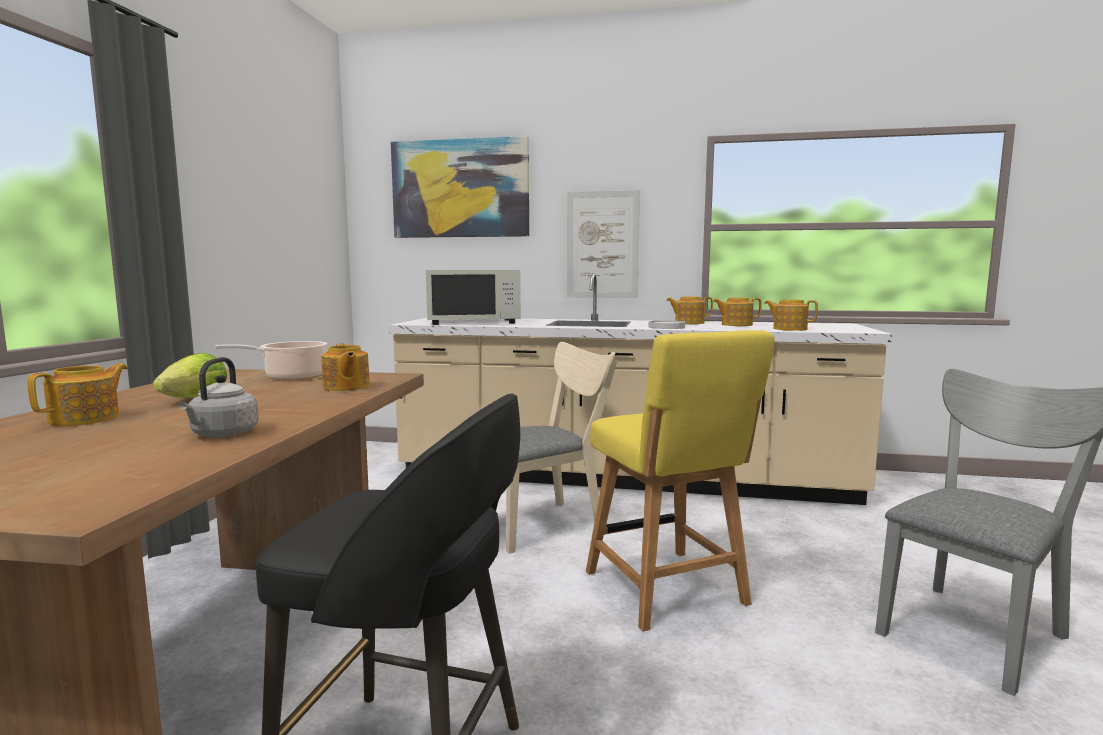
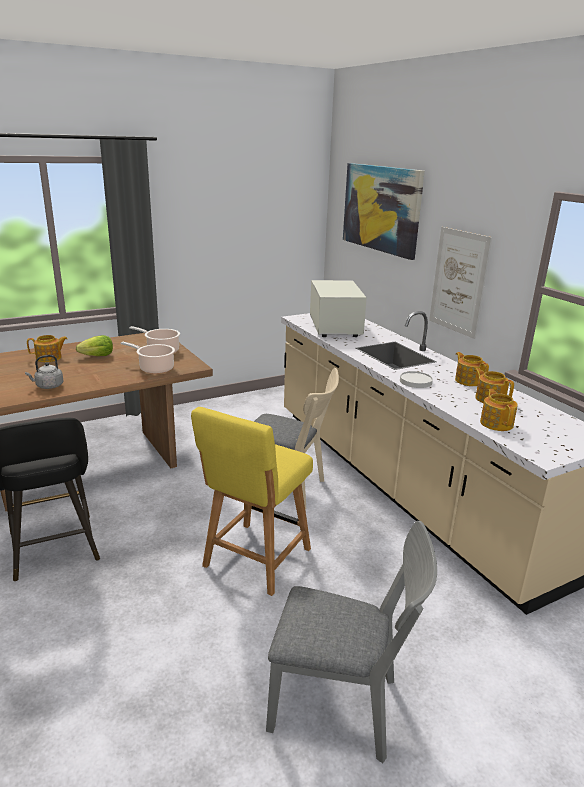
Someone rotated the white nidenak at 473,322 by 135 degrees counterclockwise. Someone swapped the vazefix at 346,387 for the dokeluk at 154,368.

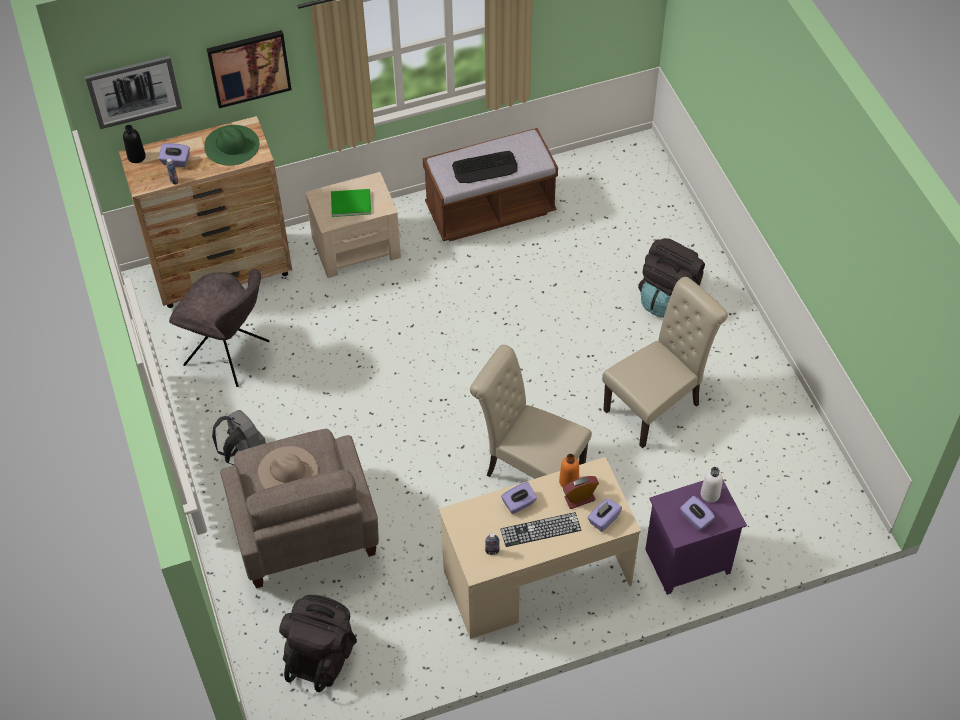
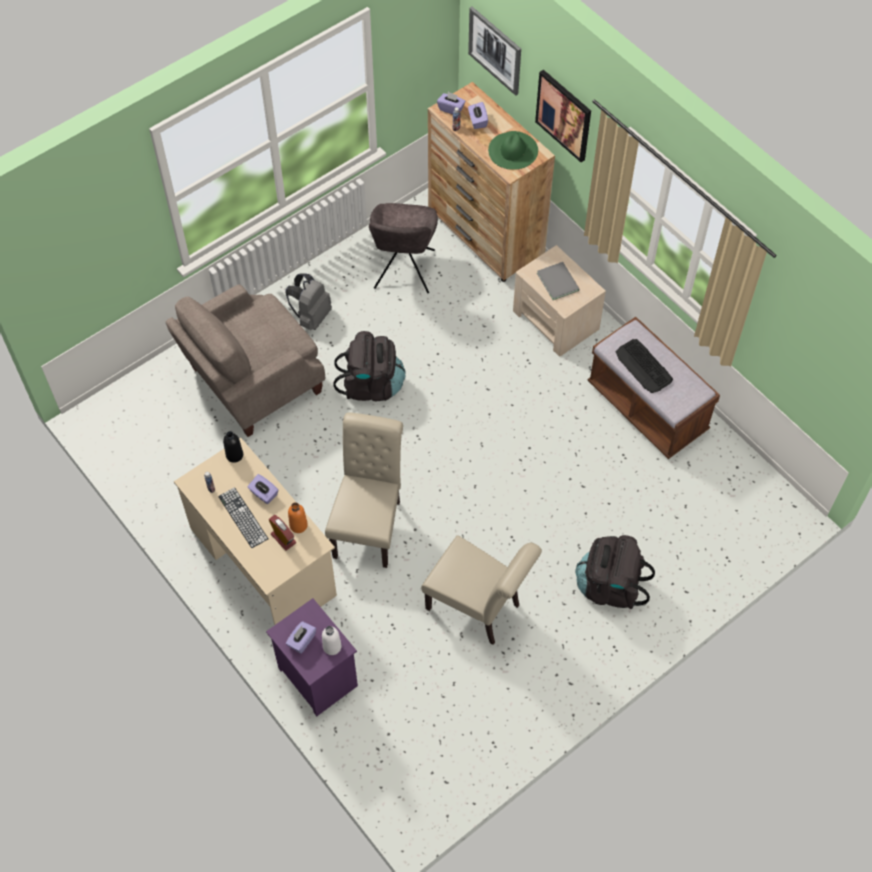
Someone carried the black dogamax from 136,157 to 234,455. Someone repainted the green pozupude at 349,203, which became the grey pozupude at 558,280. Someone took away the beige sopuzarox at 287,471. Someone carried the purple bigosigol from 603,519 to 451,109. Someone carried the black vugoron from 321,655 to 371,385.

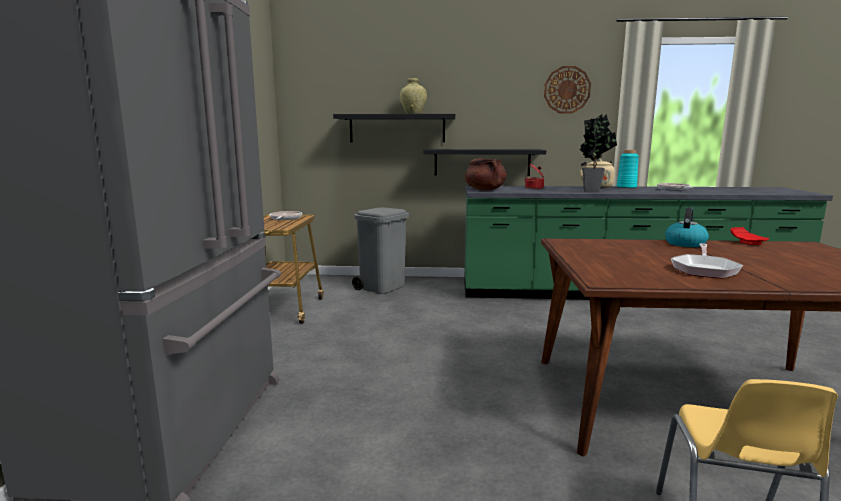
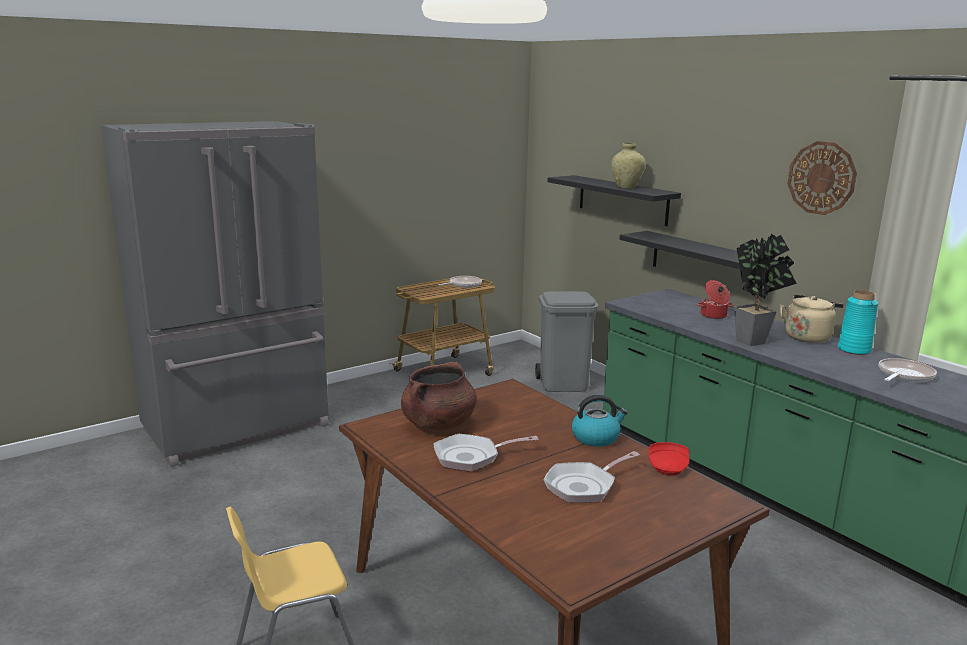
Someone carried the brown dokeluk from 485,190 to 438,424. Someone put down the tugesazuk at 584,486.

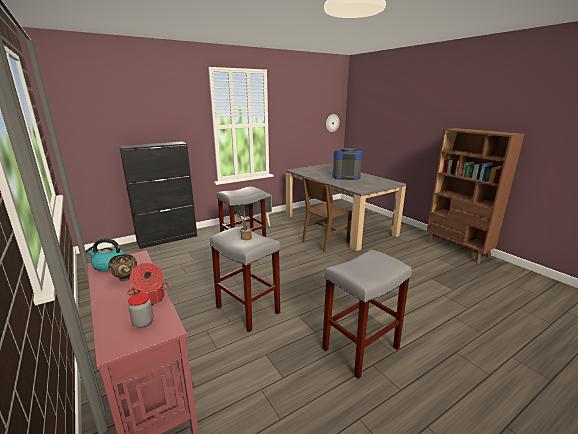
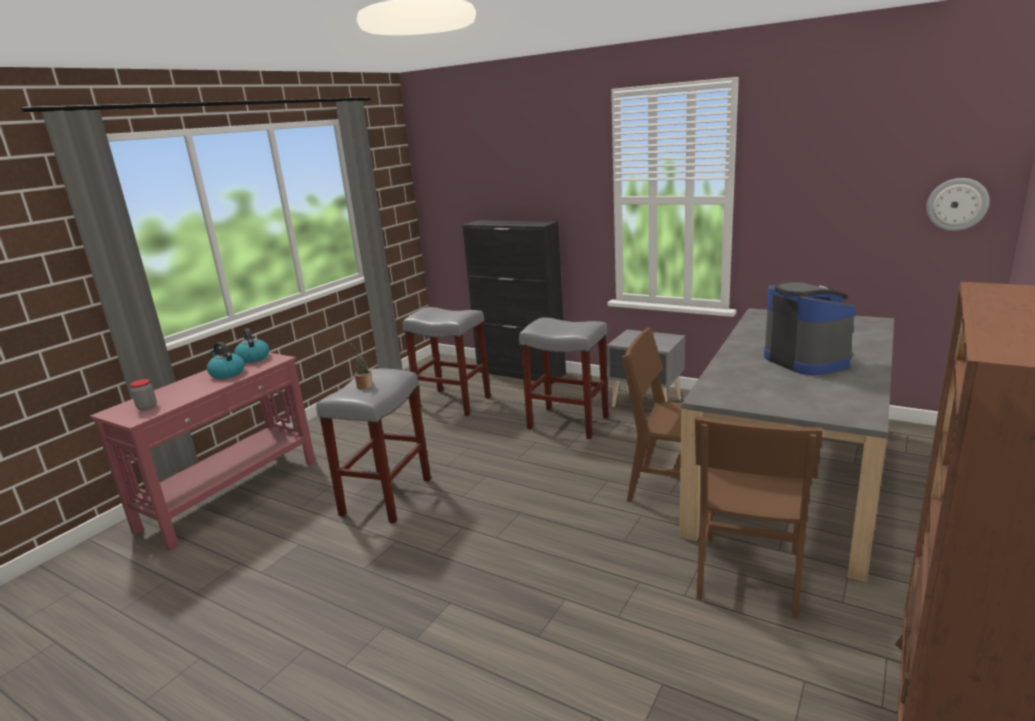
Someone carried the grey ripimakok from 360,349 to 452,402. Someone swapped the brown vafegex at 126,278 for the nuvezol at 227,373. Someone took away the dokeluk at 150,299. Someone put down the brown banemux at 748,573.

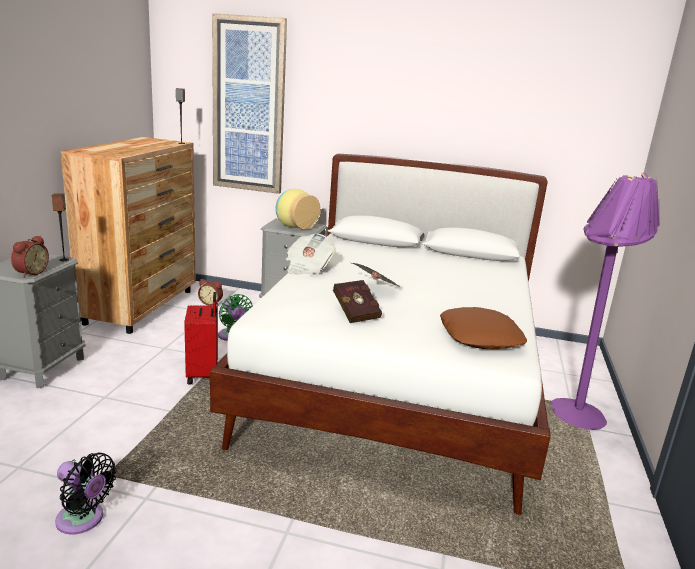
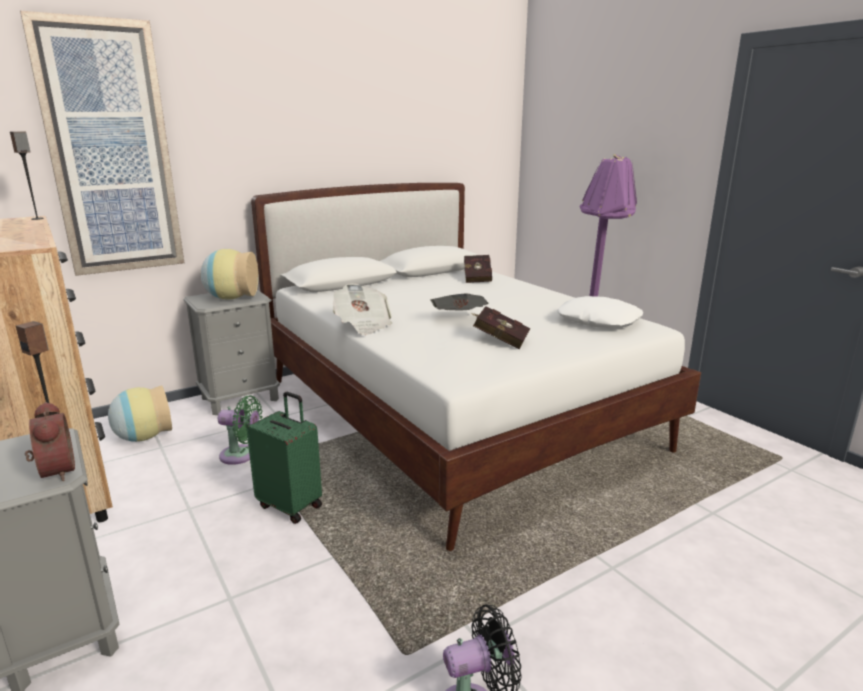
Someone swapped the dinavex at 211,303 for the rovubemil at 143,437. Someone repainted the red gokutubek at 203,375, which became the green gokutubek at 291,505. Someone repainted the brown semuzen at 480,337, which became the white semuzen at 599,321. Someone put down the red pozupude at 477,278.

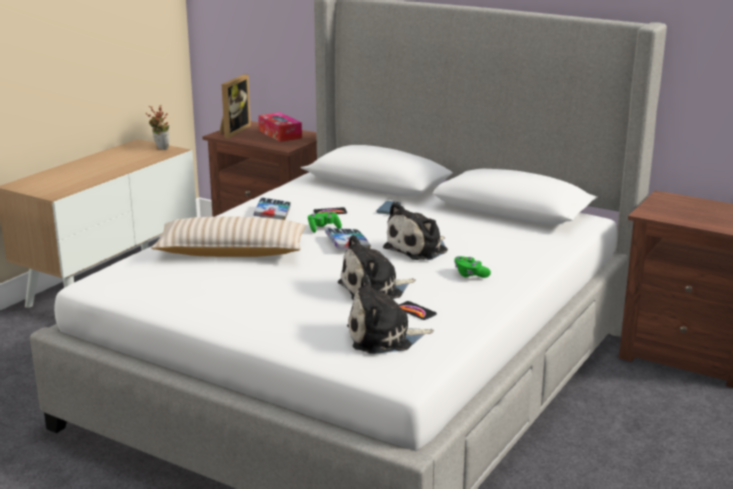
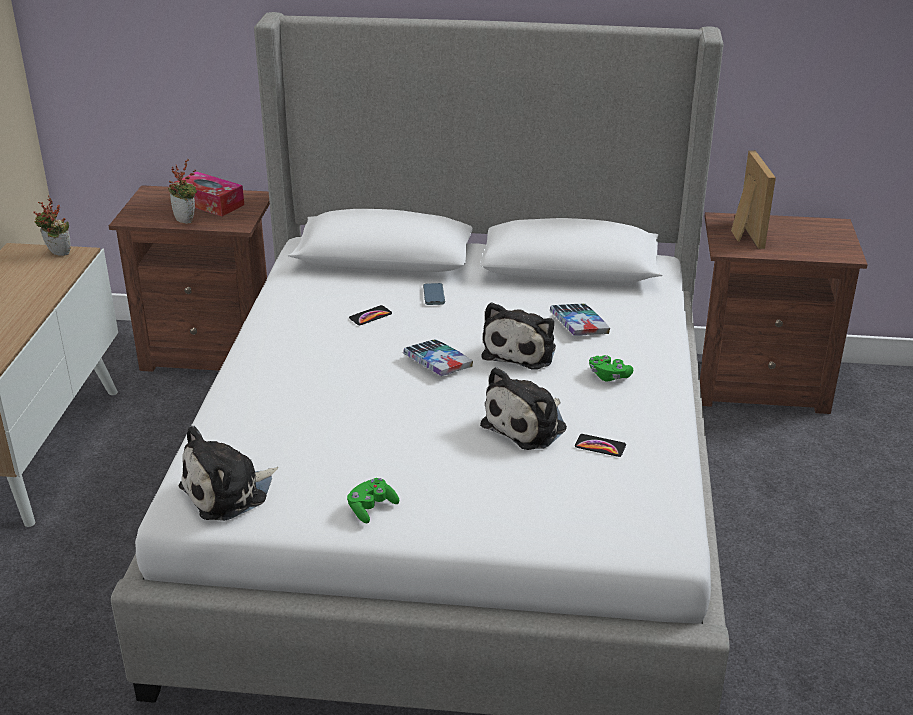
Someone carried the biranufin from 232,131 to 743,233. Someone carried the pozupude from 272,213 to 579,325. Someone carried the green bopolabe from 324,228 to 371,508. Someone took away the beige semuzen at 231,252. Someone carried the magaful from 384,338 to 229,492. Someone put down the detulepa at 187,220.

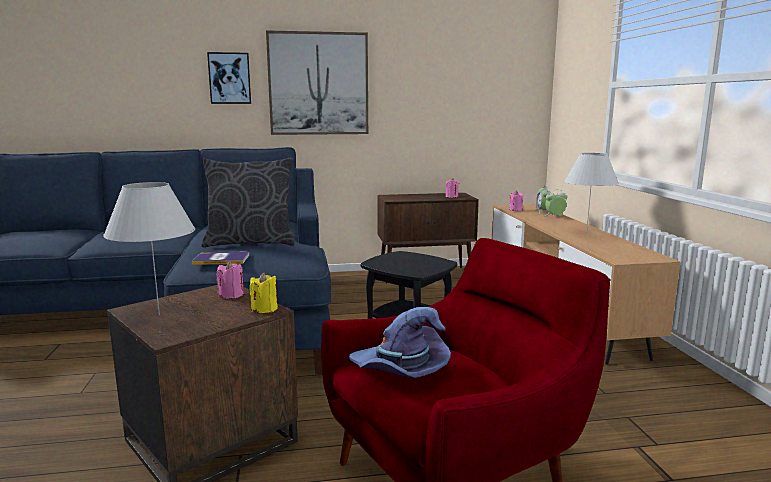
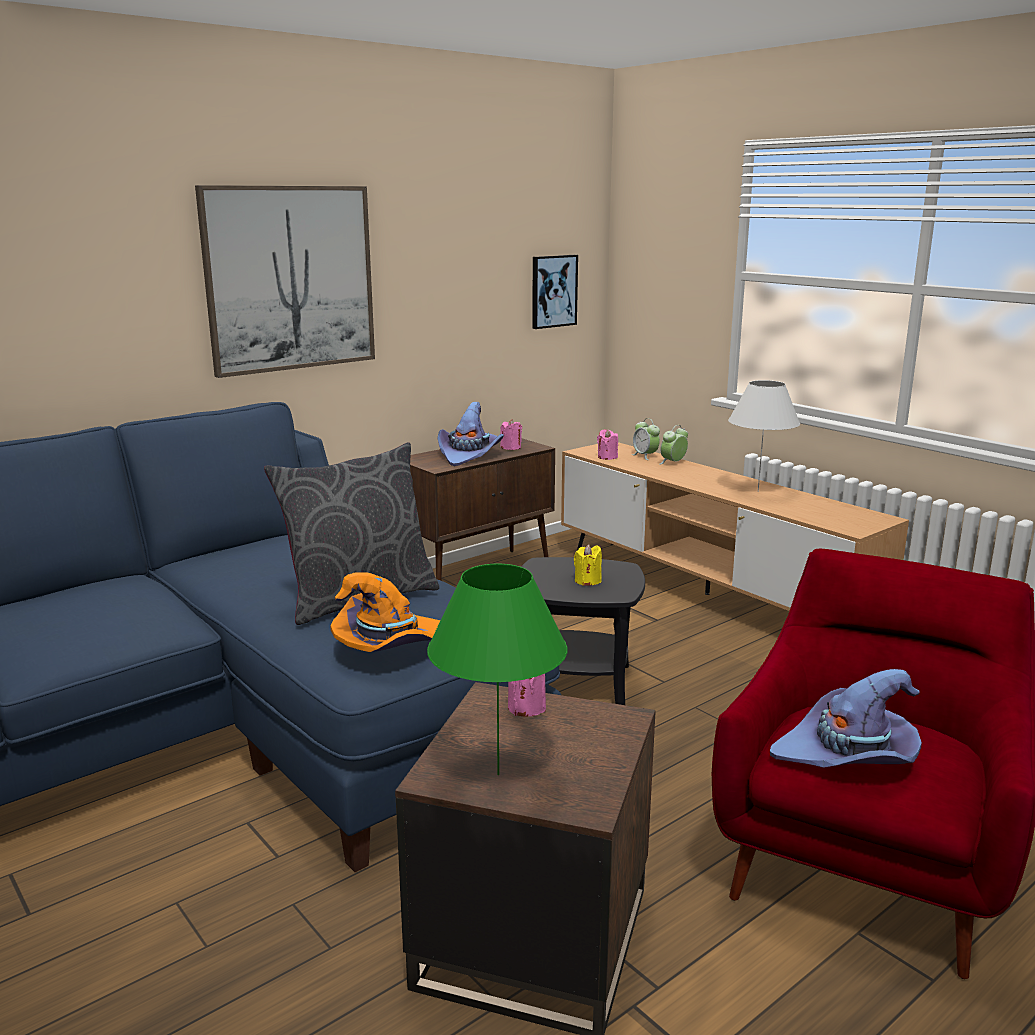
Someone carried the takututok from 229,78 to 553,291. Someone repainted the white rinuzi at 158,315, which became the green rinuzi at 497,774. Someone swapped the pozupude at 221,259 for the orange sopuzarox at 389,644. Someone carried the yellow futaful from 264,309 to 587,581. Someone put down the purple sopuzarox at 469,455.

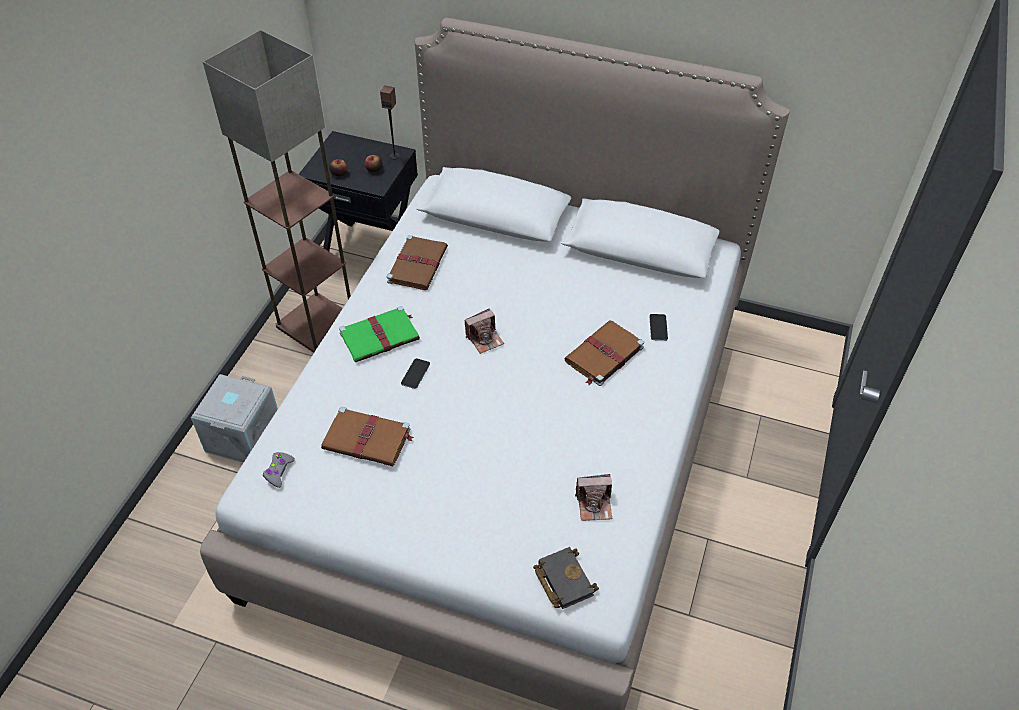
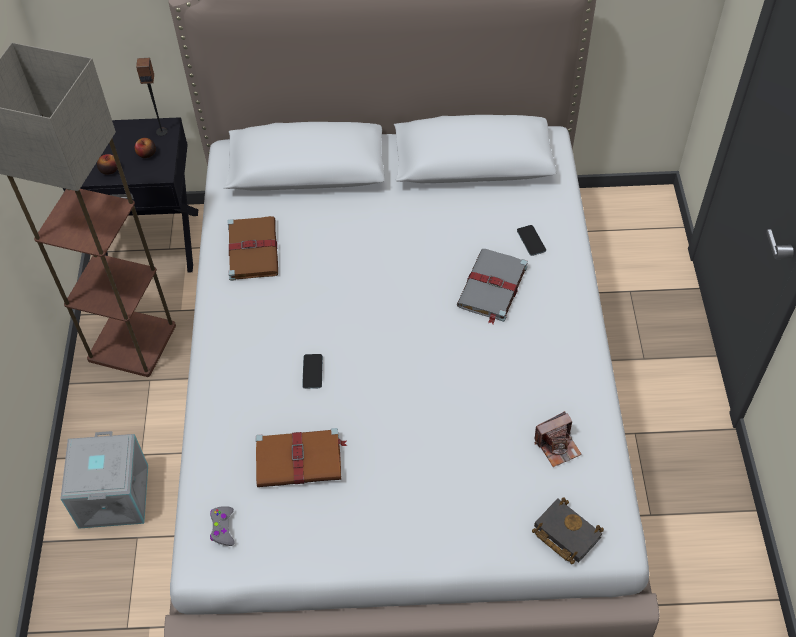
Someone took away the green pozupude at 381,336. Someone took away the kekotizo at 484,339. Someone repainted the brown pozupude at 603,355, which became the grey pozupude at 492,288.

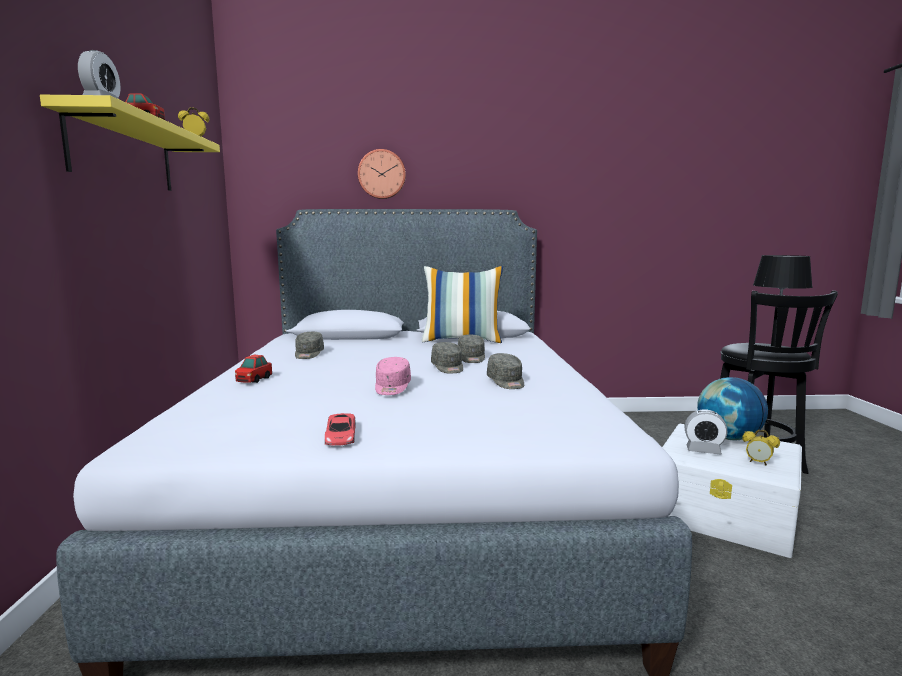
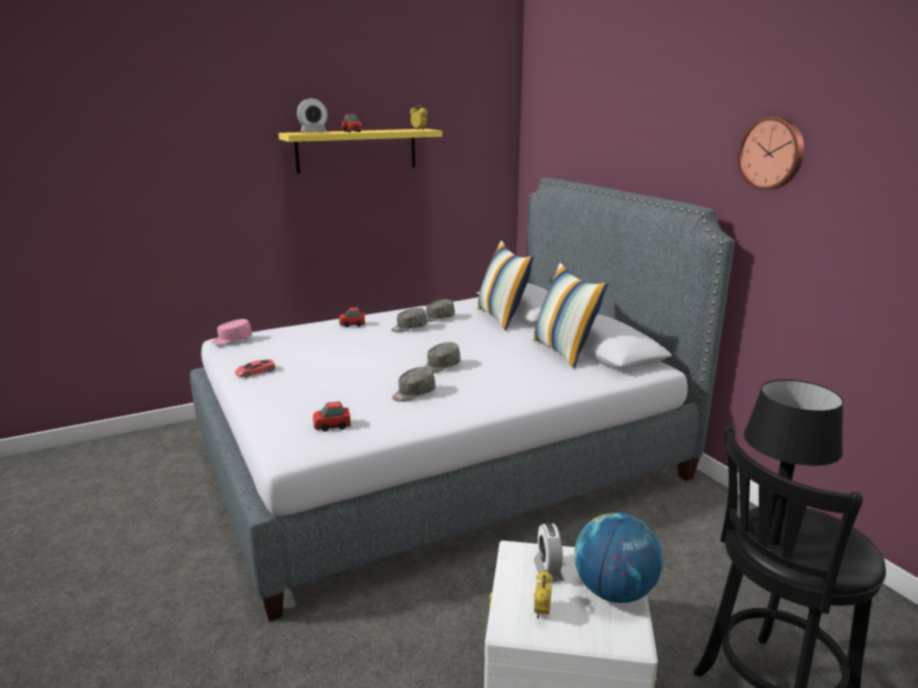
Someone carried the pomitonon from 382,174 to 772,153. Someone carried the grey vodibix from 471,358 to 408,328. Someone carried the pink vodibix from 392,387 to 231,340. Someone put down the semuzen at 502,317. Someone put down the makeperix at 332,426.

